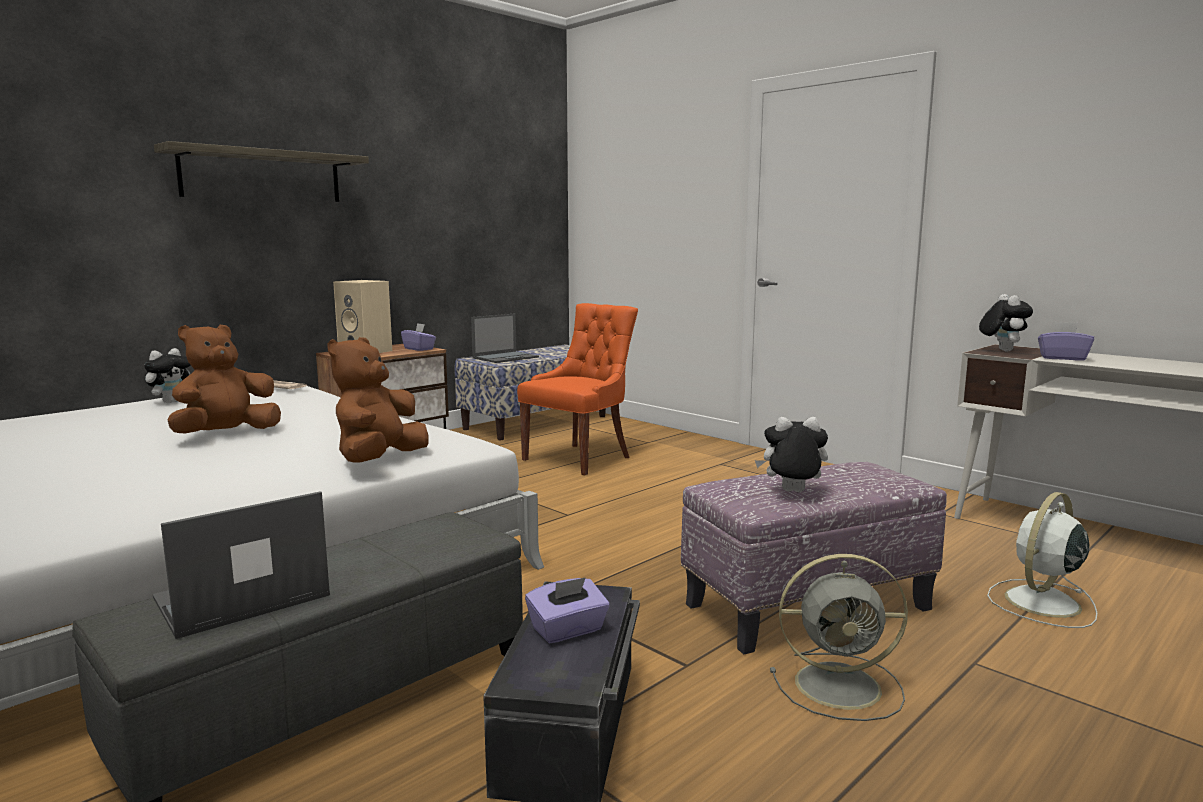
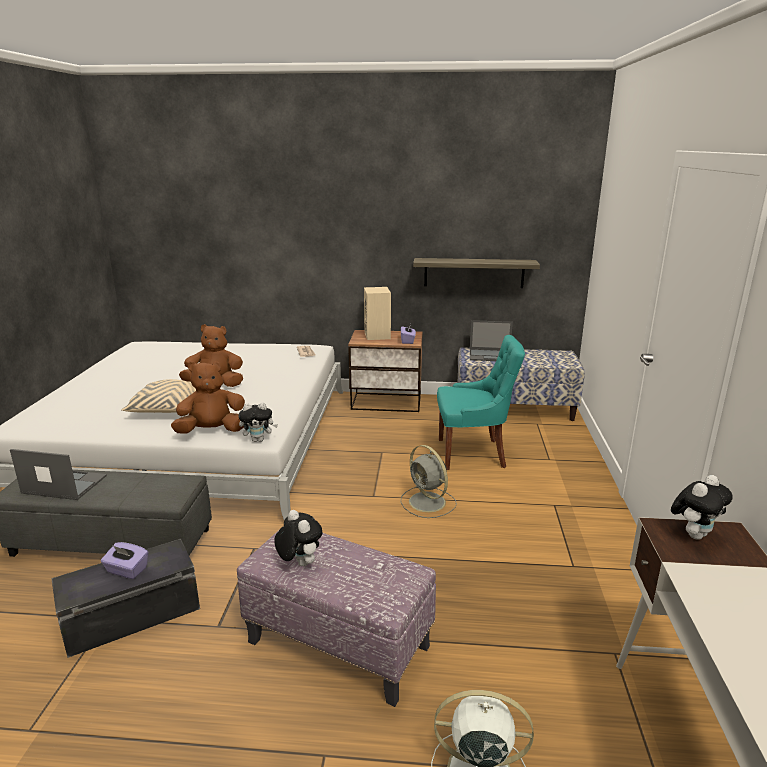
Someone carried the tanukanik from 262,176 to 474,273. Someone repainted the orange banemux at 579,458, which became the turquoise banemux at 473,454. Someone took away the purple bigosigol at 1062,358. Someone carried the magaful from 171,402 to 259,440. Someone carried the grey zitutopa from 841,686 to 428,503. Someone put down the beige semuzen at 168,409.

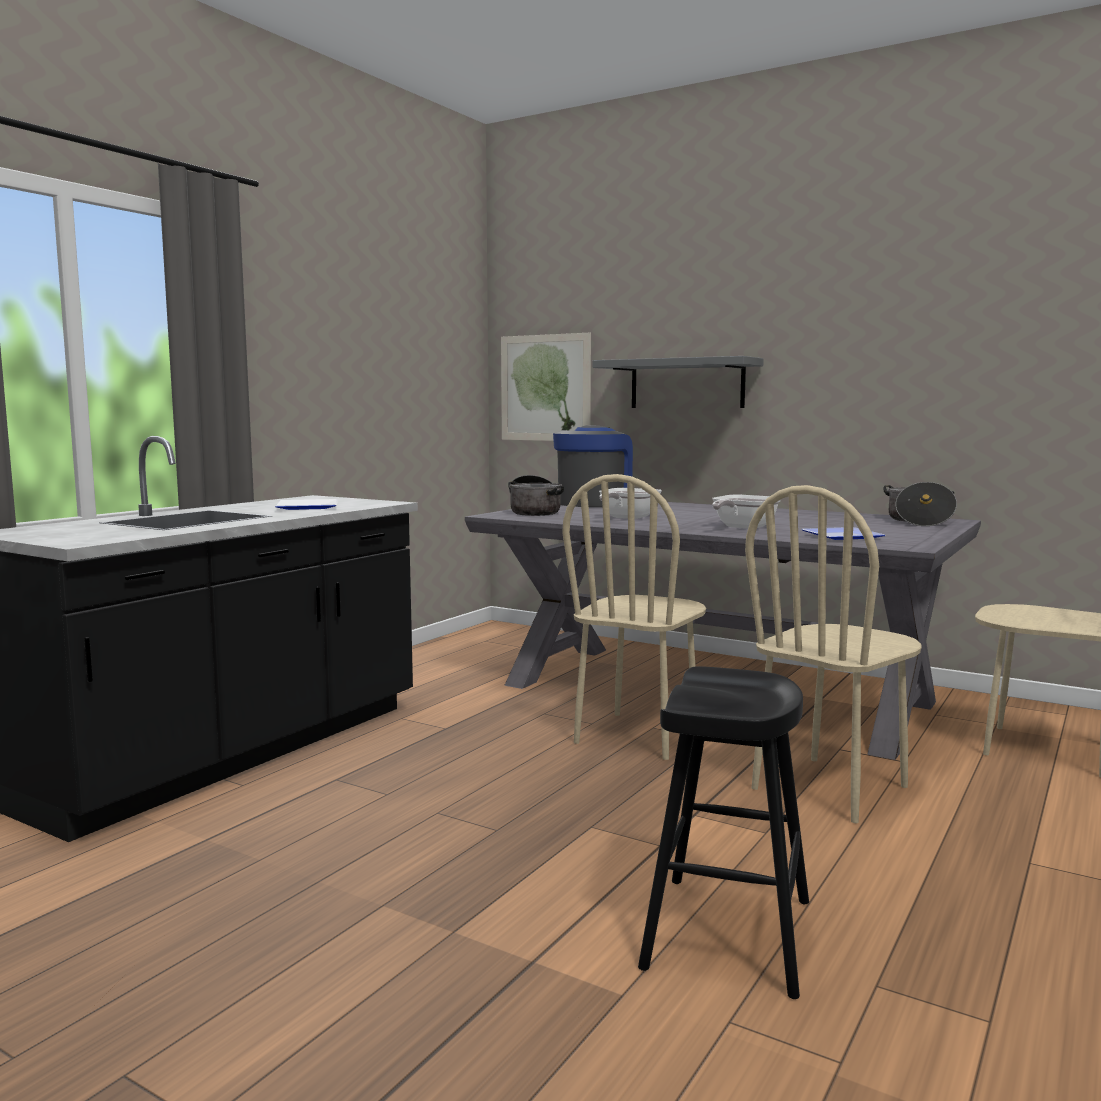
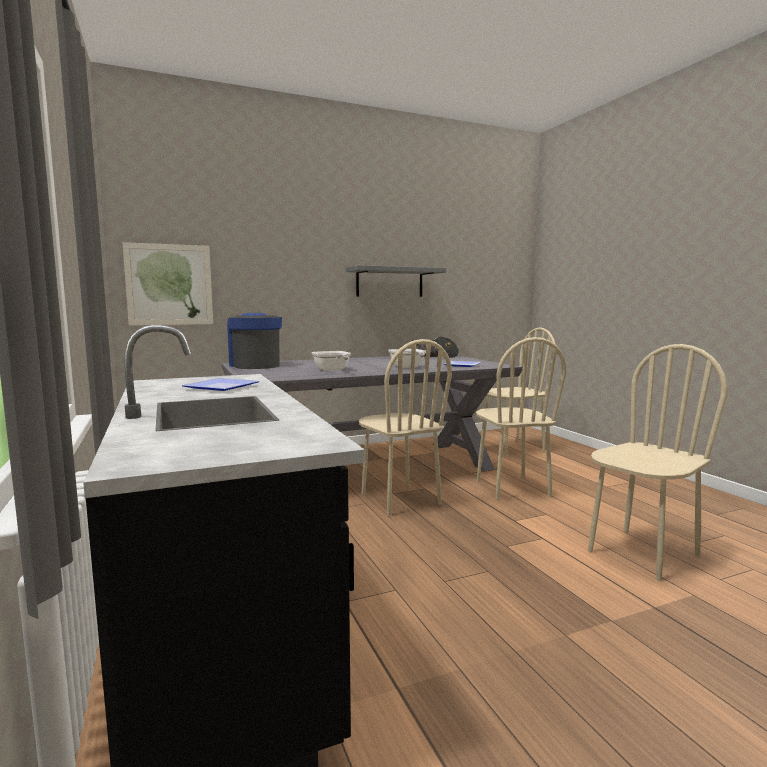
Someone carried the grey tanukanik from 687,384 to 389,282. Someone took away the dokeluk at 535,511. Someone swapped the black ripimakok at 728,933 for the beige banemux at 642,553.

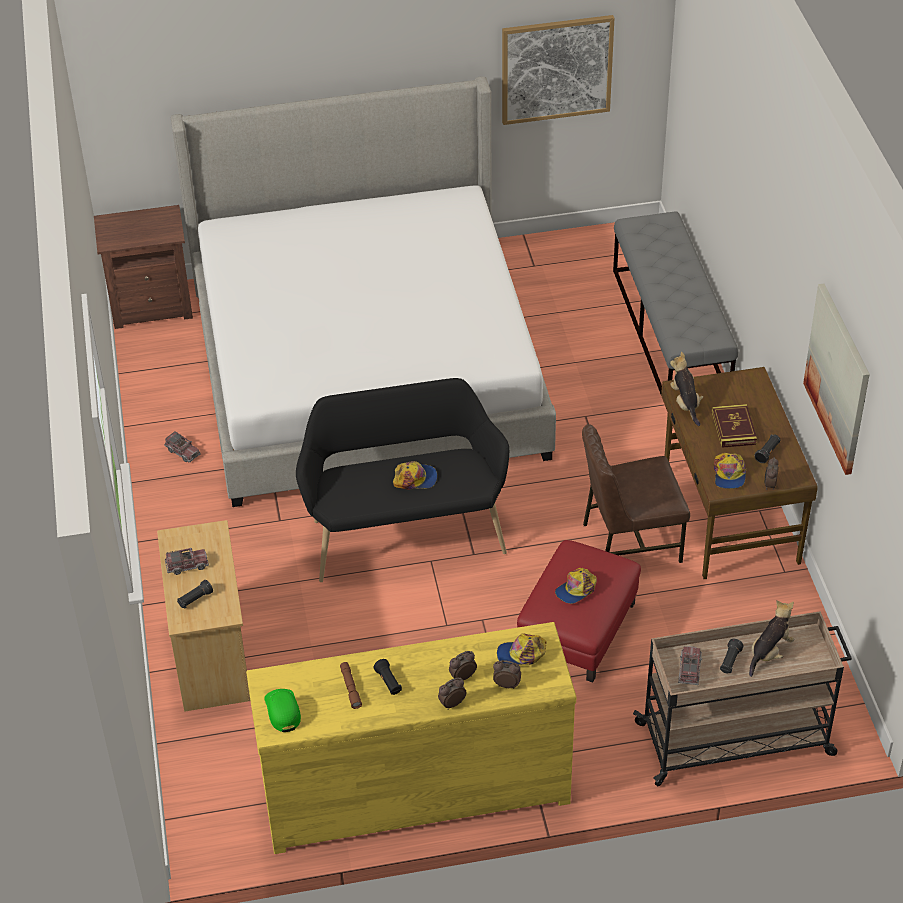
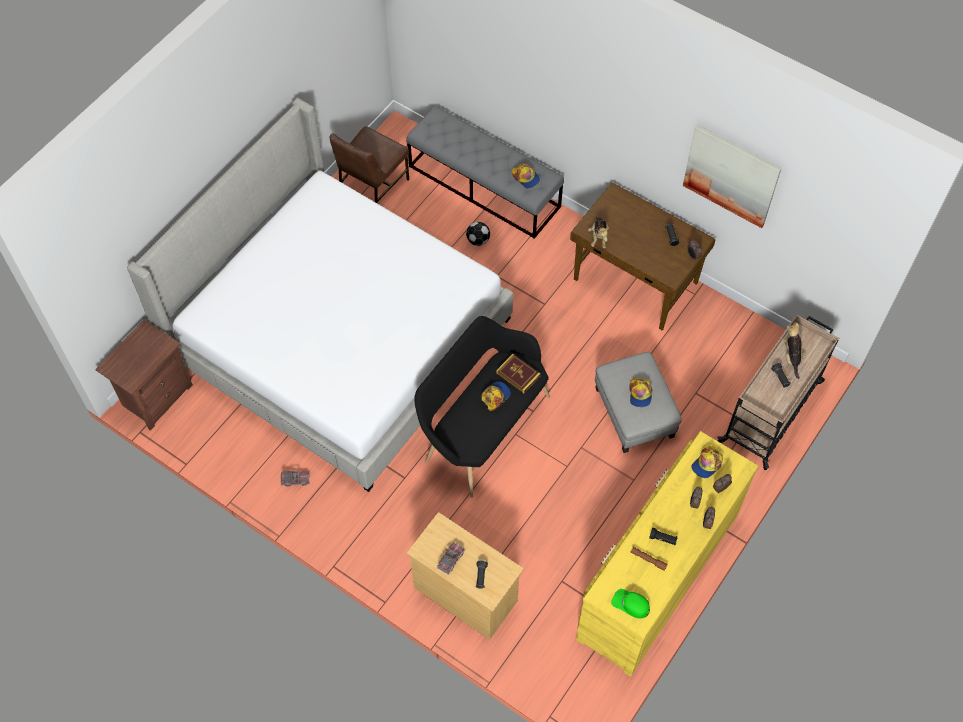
Someone took away the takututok at 556,69. Someone rotated the magaful at 685,403 by 120 degrees counterclockwise. Someone carried the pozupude from 733,428 to 518,374. Someone carried the brown banemux from 629,541 to 372,186. Someone carried the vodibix from 729,474 to 526,177. Someone repainted the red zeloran at 577,629, which became the grey zeloran at 633,412. Someone took away the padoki at 689,670. Someone put down the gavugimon at 478,240.

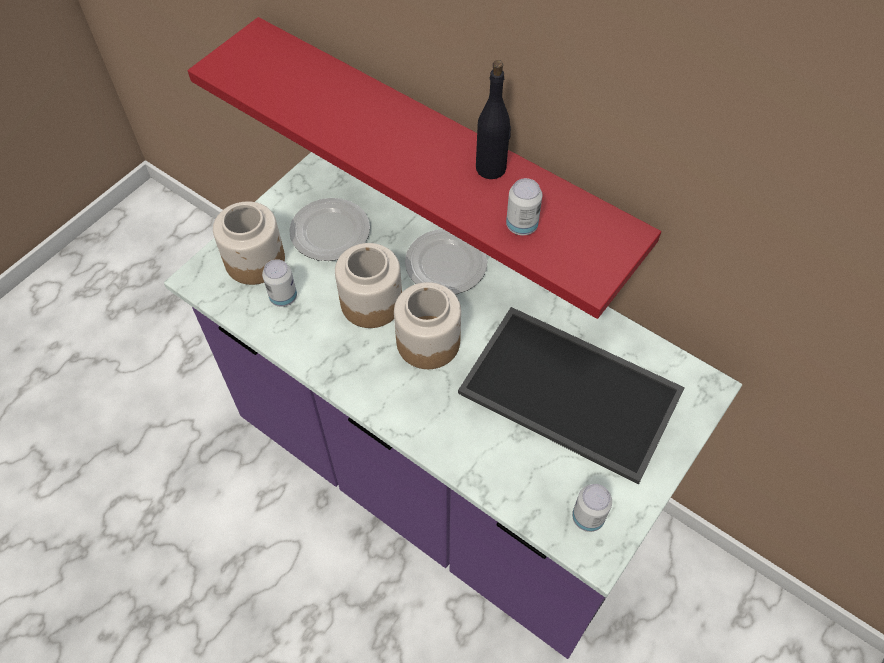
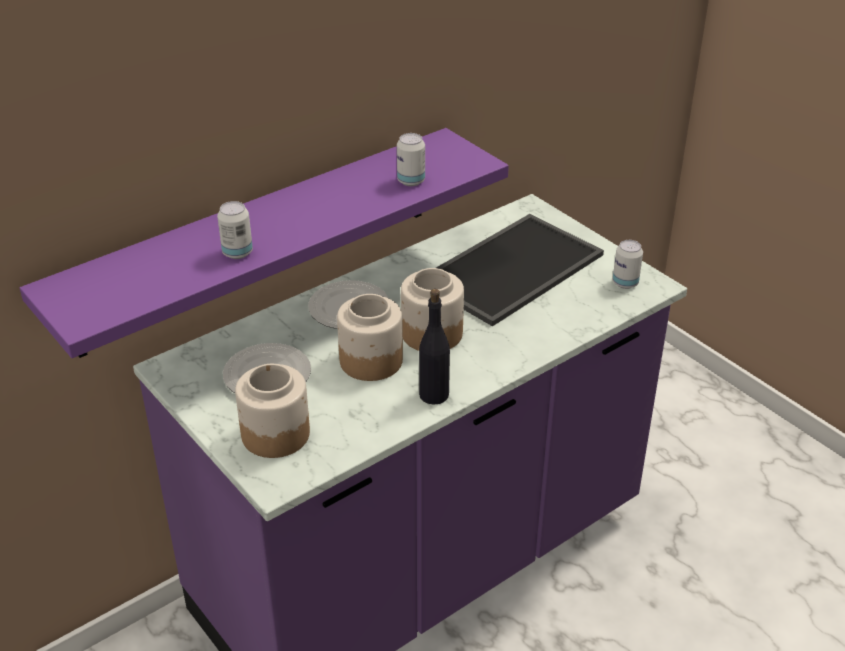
Someone repainted the red tanukanik at 441,149, which became the purple tanukanik at 259,240. Someone carried the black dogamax from 491,168 to 434,394. Someone carried the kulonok from 283,297 to 237,253.

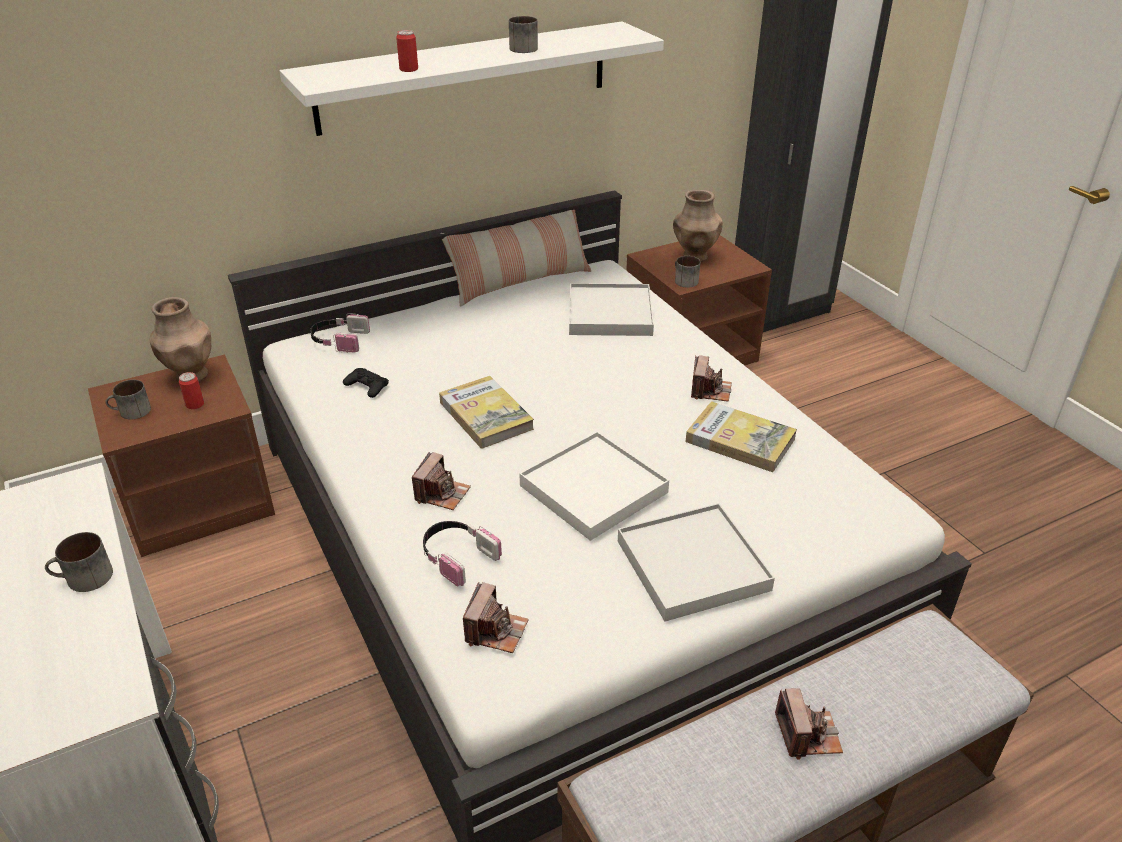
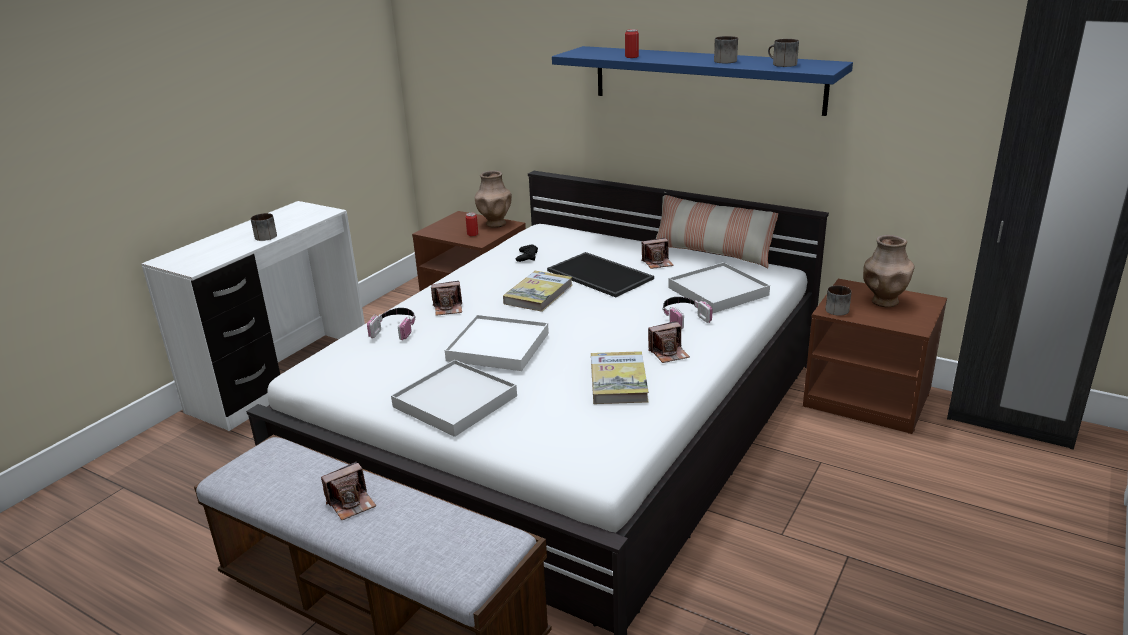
Someone repainted the white tanukanik at 465,77, which became the blue tanukanik at 706,79. Someone carried the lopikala from 339,341 to 683,317. Someone carried the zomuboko from 131,412 to 781,64. Someone carried the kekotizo from 496,631 to 657,263. Someone put down the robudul at 601,274.

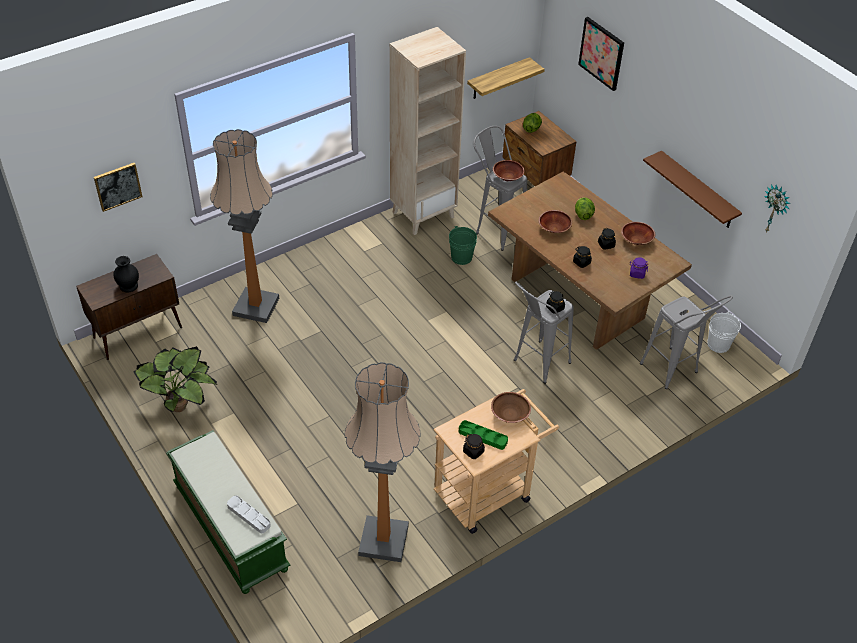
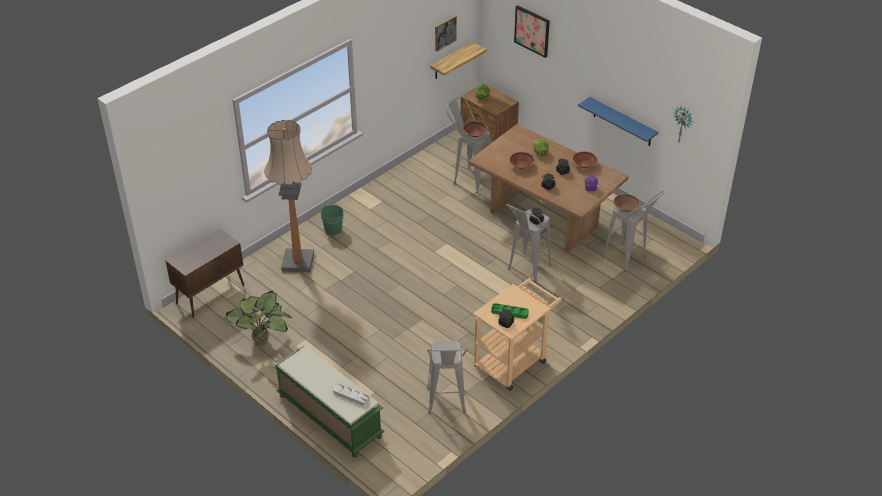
Someone took away the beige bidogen at 423,214. Someone repainted the brown tanukanik at 698,191, which became the blue tanukanik at 622,122. Someone carried the takututok from 117,186 to 445,33. Someone carried the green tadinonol from 461,257 to 333,230. Someone took away the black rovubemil at 128,285. Someone took away the white tadinonol at 718,344. Someone swapped the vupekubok at 383,540 for the grey ripimakok at 446,406. Someone carried the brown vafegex from 509,414 to 625,208.

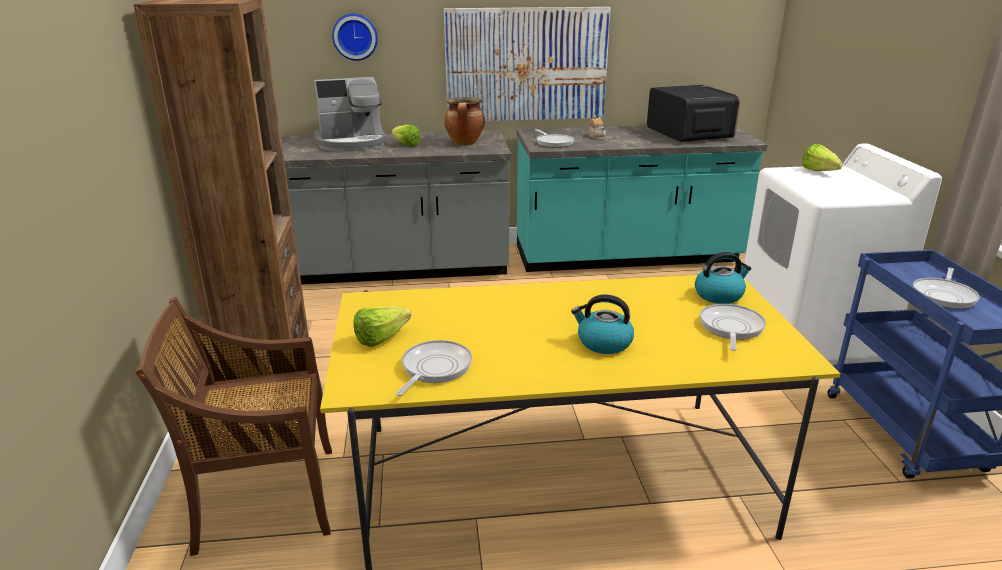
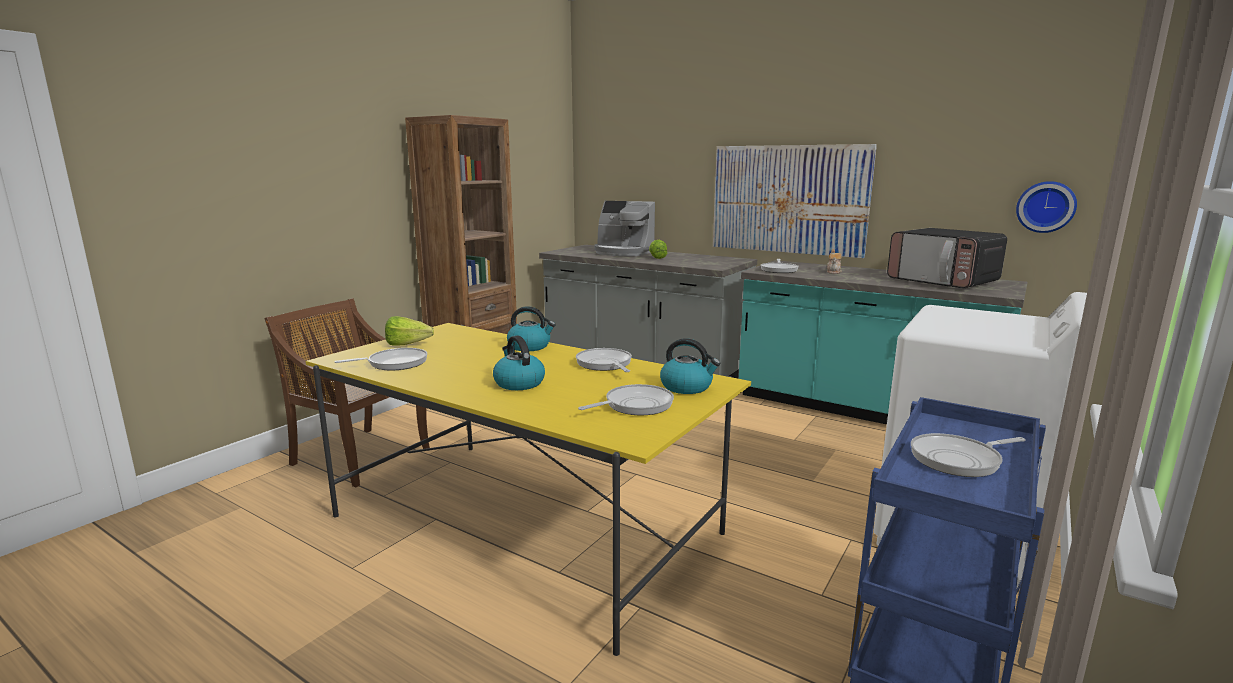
Someone carried the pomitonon from 355,36 to 1045,207. Someone rotated the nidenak at 688,134 by 120 degrees clockwise. Someone took away the dokeluk at 465,143. Someone took away the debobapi at 821,172. Someone put down the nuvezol at 530,346. Someone put down the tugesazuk at 605,364.

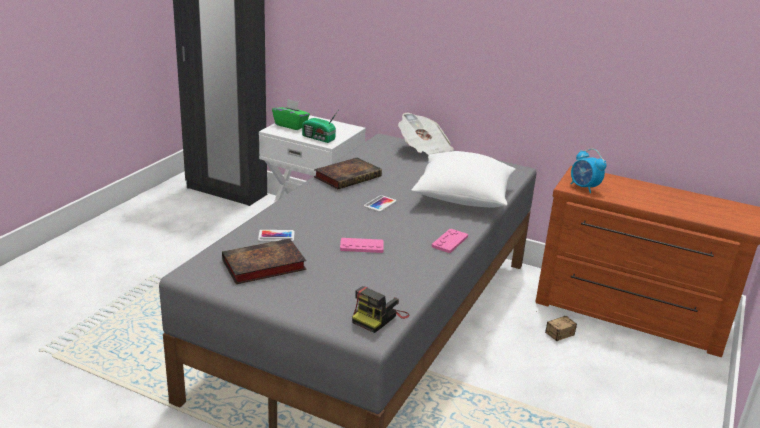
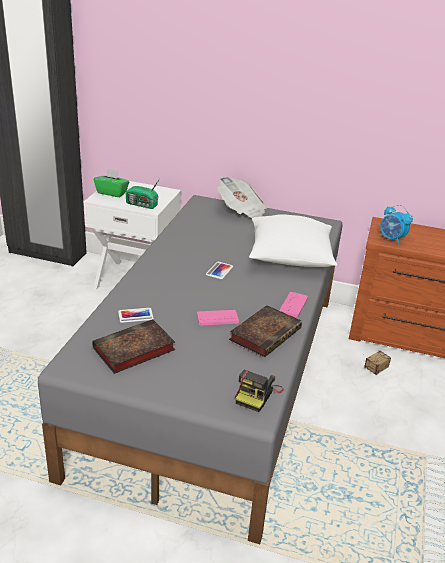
Someone carried the pozupude from 348,176 to 266,333.

